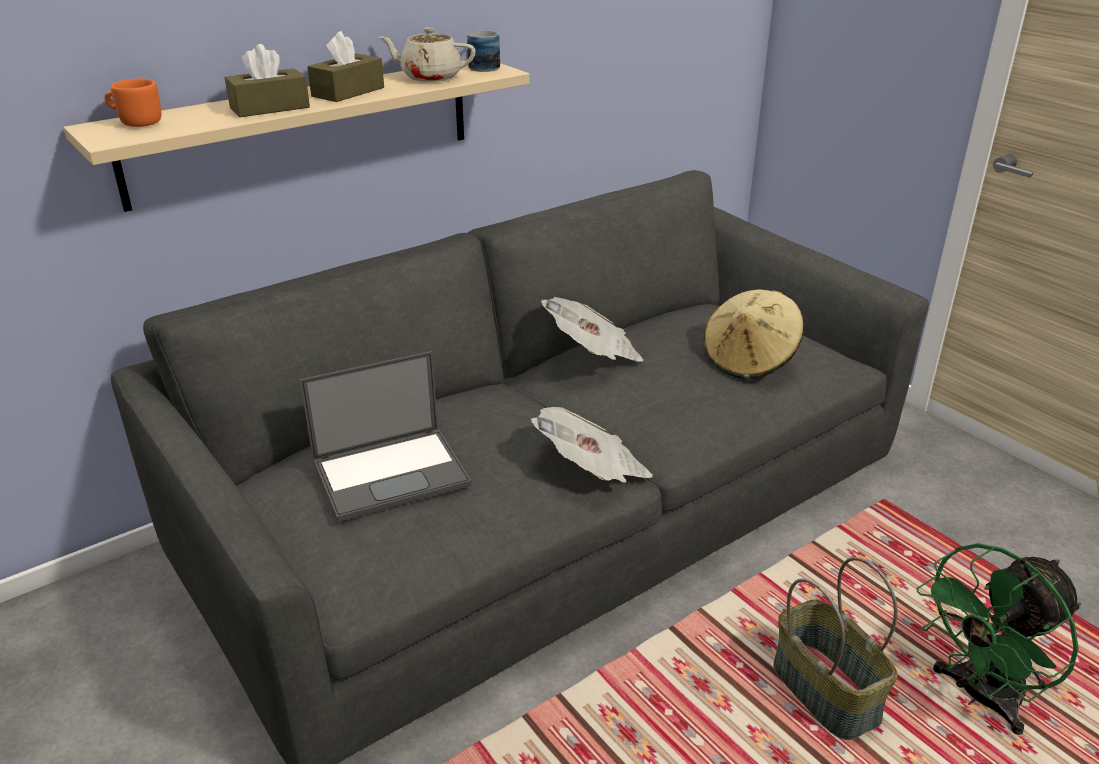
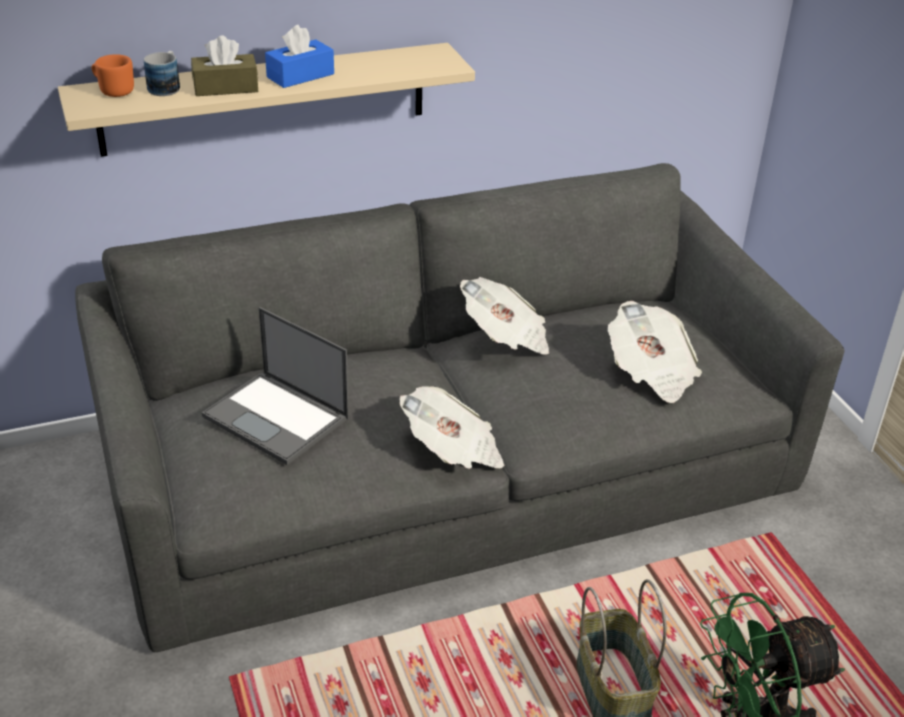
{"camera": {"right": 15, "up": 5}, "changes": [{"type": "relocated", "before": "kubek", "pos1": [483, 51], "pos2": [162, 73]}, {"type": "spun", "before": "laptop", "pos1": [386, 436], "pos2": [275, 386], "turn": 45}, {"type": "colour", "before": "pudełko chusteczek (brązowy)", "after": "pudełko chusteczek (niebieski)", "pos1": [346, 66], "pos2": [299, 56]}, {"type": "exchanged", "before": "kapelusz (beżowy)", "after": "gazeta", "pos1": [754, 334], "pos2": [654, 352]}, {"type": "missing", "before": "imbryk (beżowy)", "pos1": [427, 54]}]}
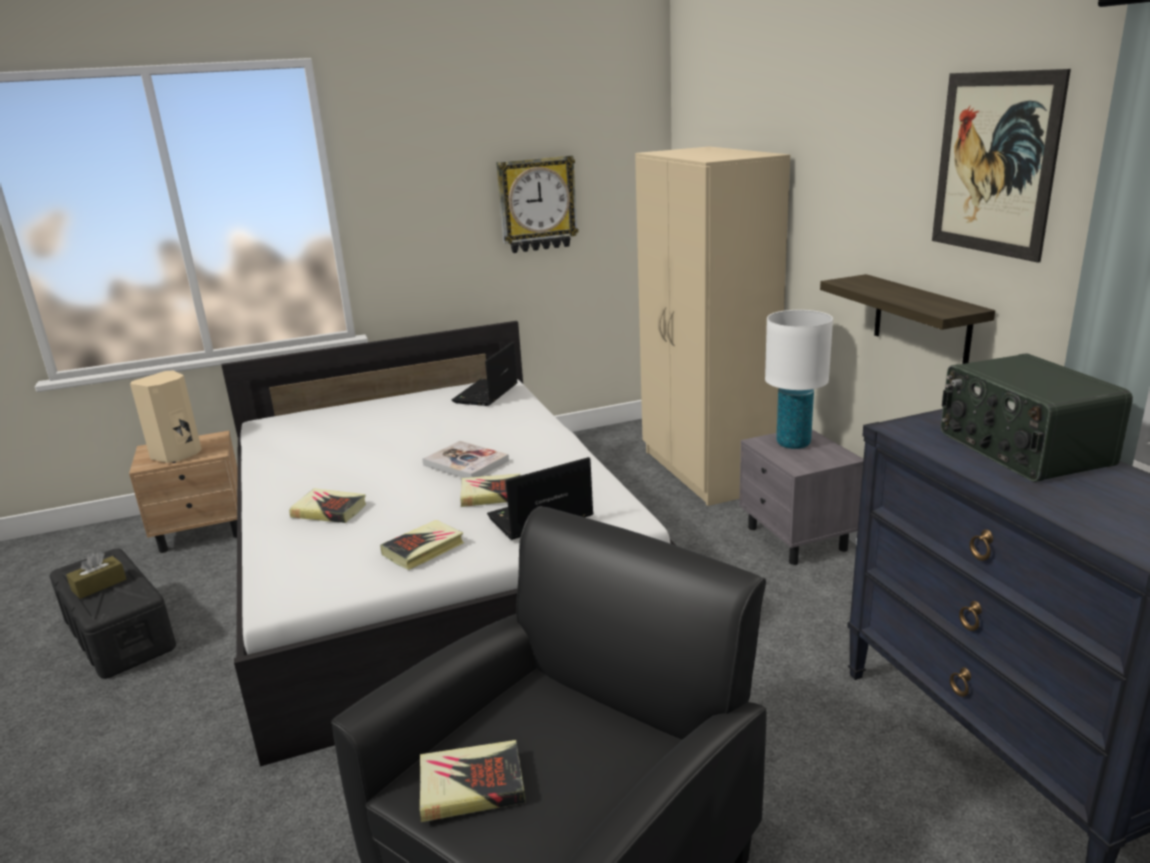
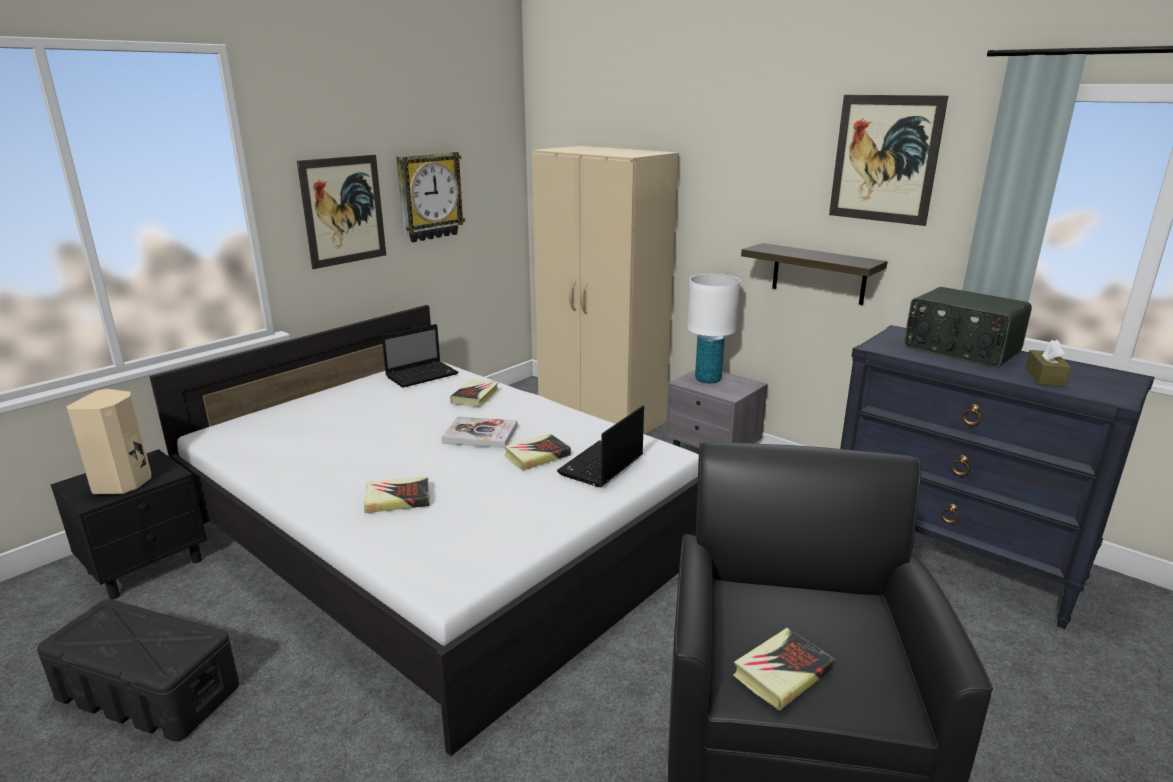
{"camera": {"right": -30, "up": 0}, "changes": [{"type": "colour", "before": "szafka nocna (beżowy)", "after": "szafka nocna (czarny)", "pos1": [183, 492], "pos2": [128, 524]}, {"type": "appeared", "after": "obraz", "pos2": [341, 212]}, {"type": "spun", "before": "laptop", "pos1": [484, 374], "pos2": [420, 356], "turn": -120}, {"type": "relocated", "before": "książka", "pos1": [422, 545], "pos2": [474, 393]}, {"type": "relocated", "before": "pudełko chusteczek (brązowy)", "pos1": [96, 575], "pos2": [1048, 362]}]}
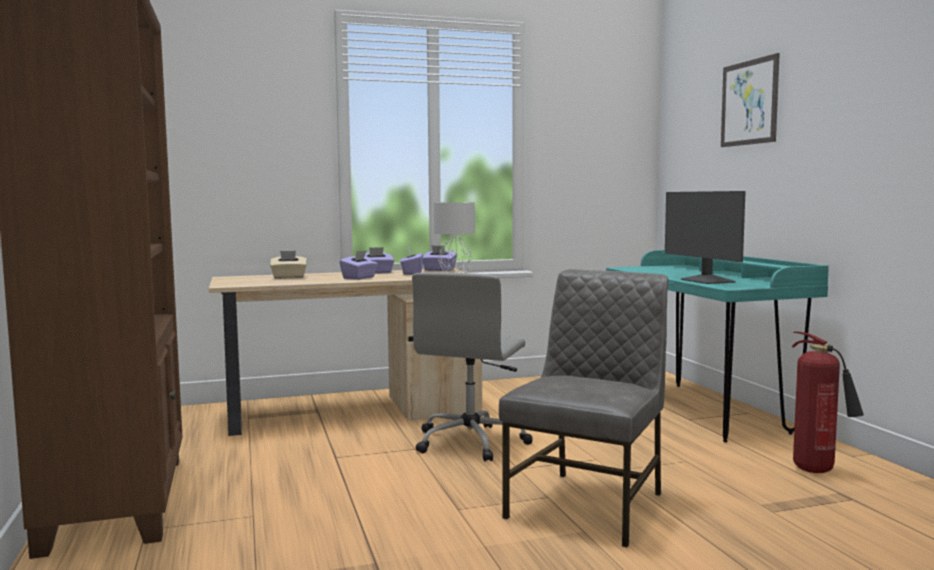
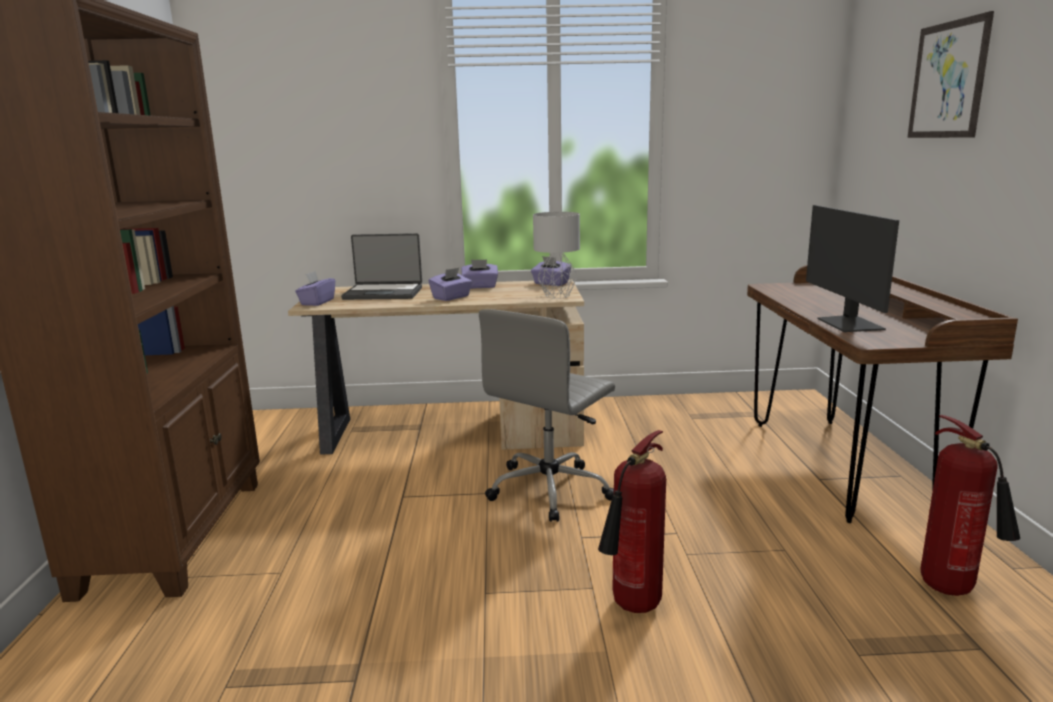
{"camera": {"right": 15, "up": 10}, "changes": [{"type": "relocated", "before": "pudełko chusteczek (fioletowy)", "pos1": [411, 261], "pos2": [315, 288]}, {"type": "exchanged", "before": "pudełko chusteczek (beżowy)", "after": "laptop", "pos1": [288, 265], "pos2": [381, 266]}, {"type": "exchanged", "before": "krzesło (szary)", "after": "gaśnica", "pos1": [583, 408], "pos2": [632, 521]}, {"type": "colour", "before": "biurko (turkusowy)", "after": "biurko (brązowy)", "pos1": [717, 346], "pos2": [882, 394]}]}
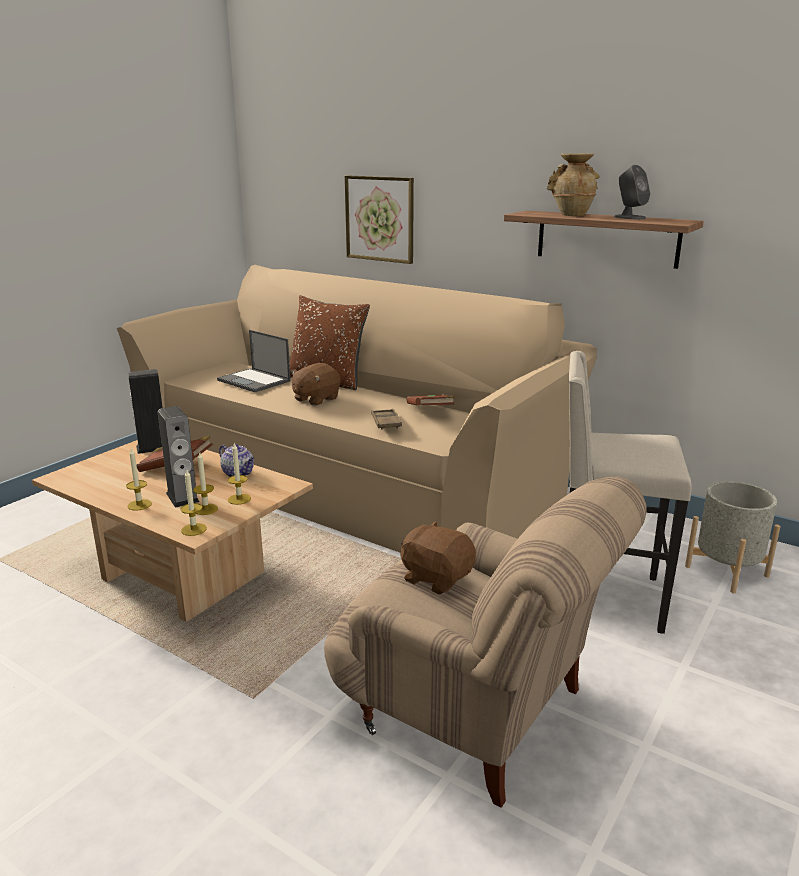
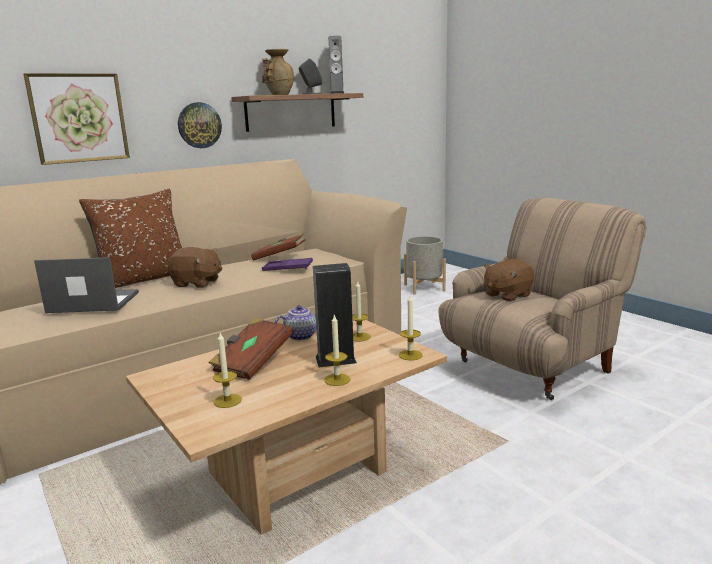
{"camera": {"right": -70, "up": -5}, "changes": [{"type": "spun", "before": "laptop", "pos1": [254, 361], "pos2": [86, 285], "turn": -150}, {"type": "spun", "before": "pluszak (brązowy)", "pos1": [315, 384], "pos2": [195, 267], "turn": -45}, {"type": "appeared", "after": "zegar ścienny", "pos2": [200, 125]}, {"type": "relocated", "before": "świeca", "pos1": [205, 483], "pos2": [227, 370]}, {"type": "colour", "before": "taca (brązowy)", "after": "taca (fioletowy)", "pos1": [386, 419], "pos2": [287, 264]}, {"type": "relocated", "before": "głośnik", "pos1": [145, 411], "pos2": [336, 64]}, {"type": "missing", "before": "stołek (beżowy)", "pos1": [630, 492]}]}
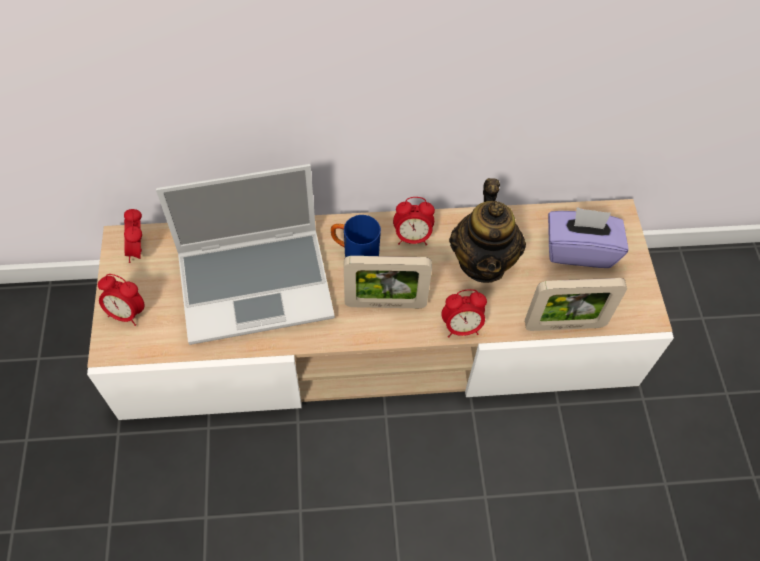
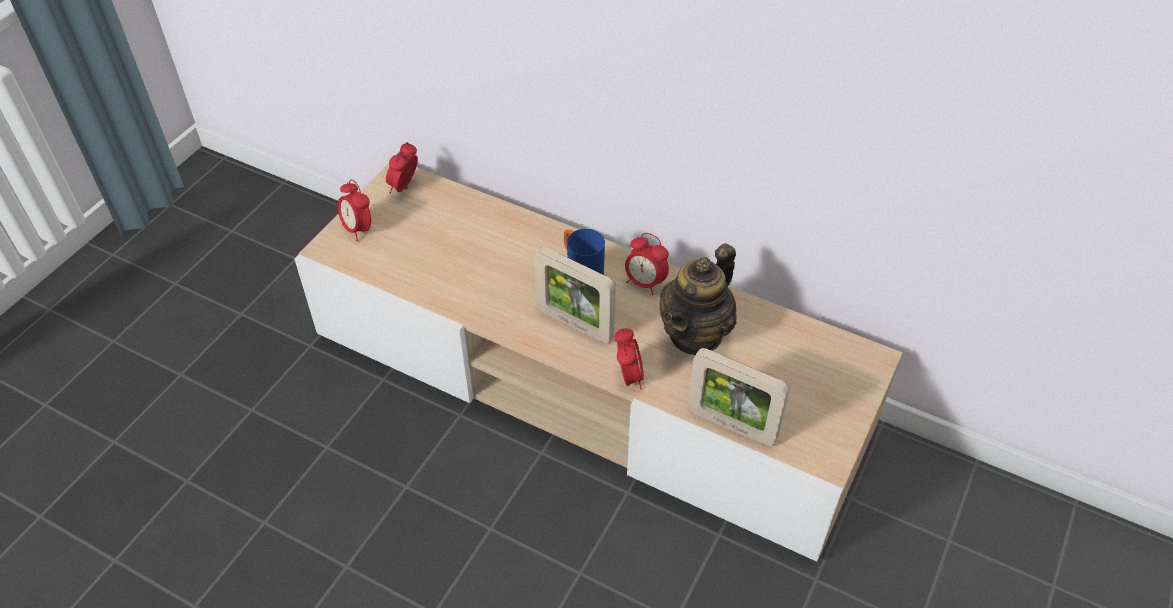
{"camera": {"right": 35, "up": -10}, "changes": [{"type": "spun", "before": "budzik", "pos1": [464, 313], "pos2": [629, 358], "turn": -120}, {"type": "missing", "before": "laptop", "pos1": [245, 254]}, {"type": "missing", "before": "pudełko chusteczek (fioletowy)", "pos1": [588, 237]}]}
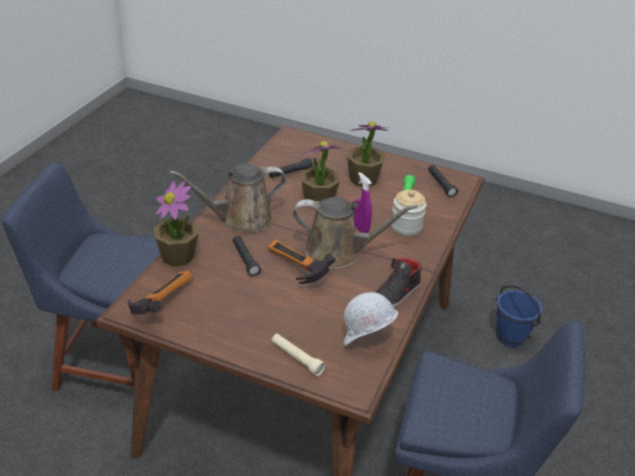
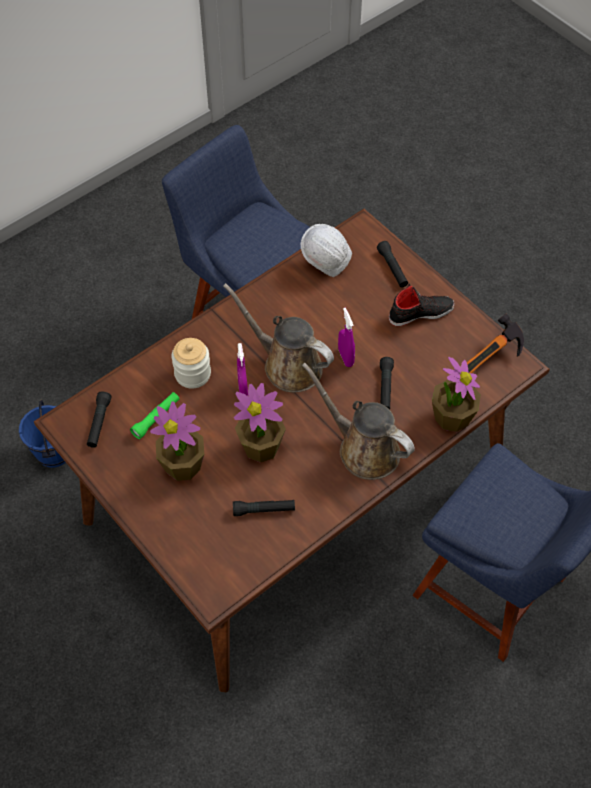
{"camera": {"right": -150, "up": 20}, "changes": [{"type": "spun", "before": "konewka (brązowy)", "pos1": [228, 198], "pos2": [358, 421], "turn": -150}, {"type": "exchanged", "before": "młotek", "after": "spryskiwacz (fioletowy)", "pos1": [302, 261], "pos2": [346, 337]}, {"type": "colour", "before": "latarka (beżowy)", "after": "latarka (czarny)", "pos1": [298, 354], "pos2": [392, 264]}, {"type": "relocated", "before": "but (czarny)", "pos1": [398, 283], "pos2": [421, 305]}]}
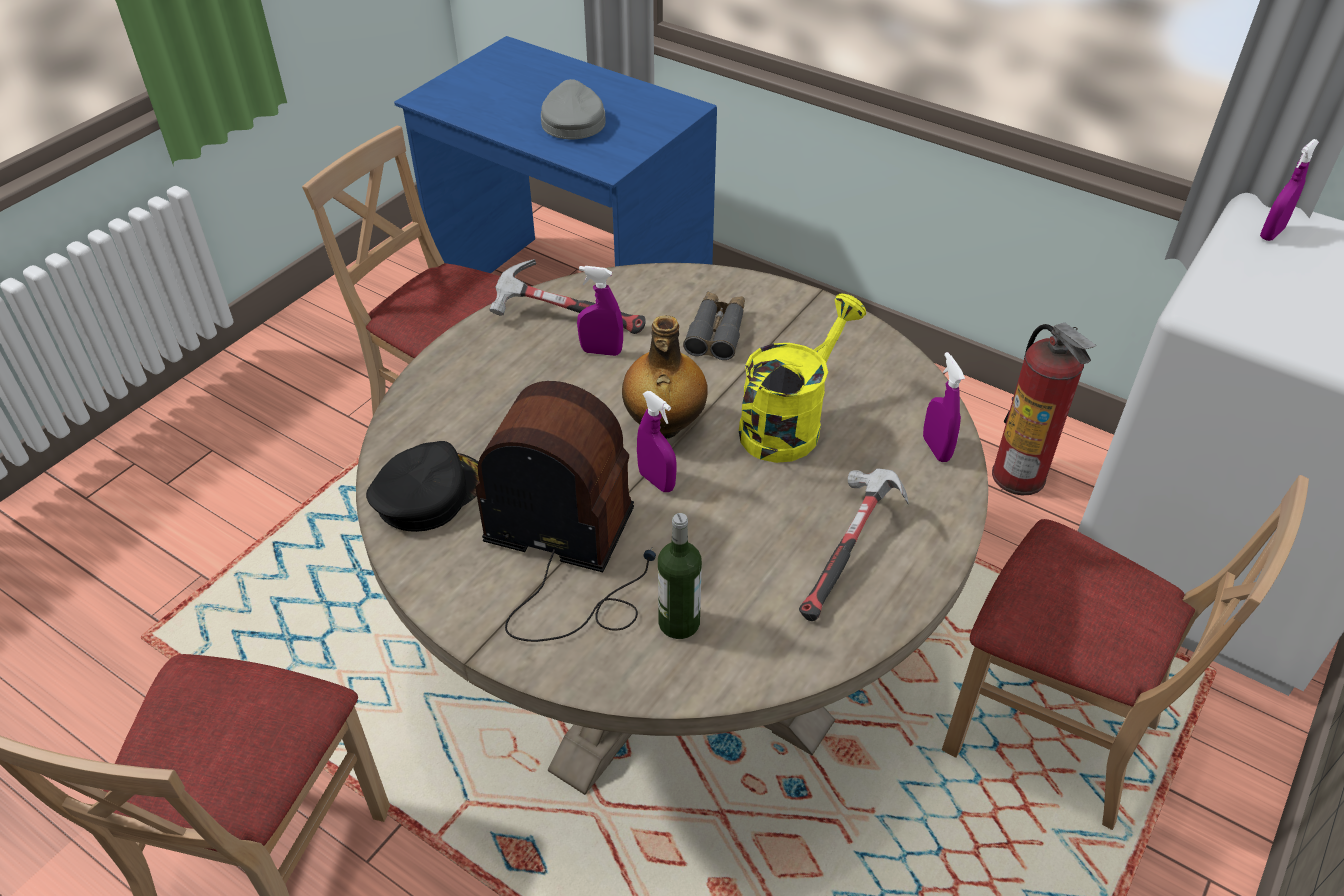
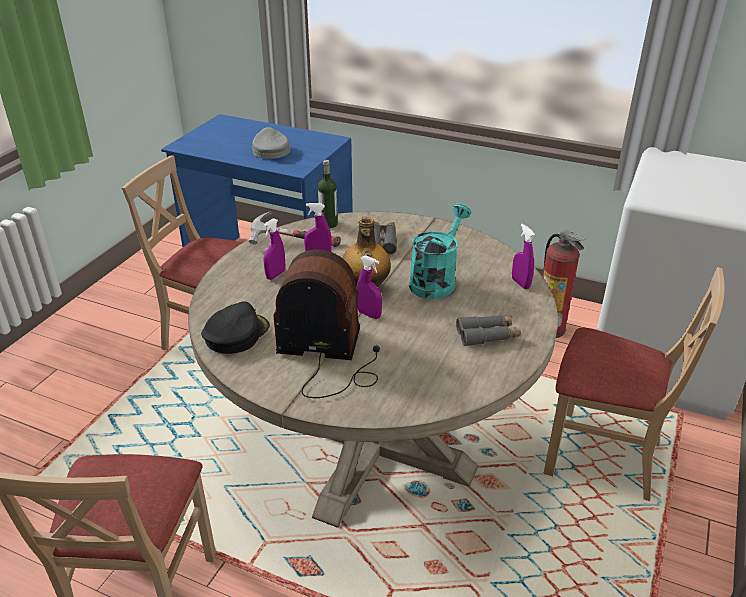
{"camera": {"right": -10, "up": -10}, "changes": [{"type": "relocated", "before": "spryskiwacz (fioletowy)", "pos1": [1289, 190], "pos2": [274, 249]}, {"type": "relocated", "before": "butelka", "pos1": [680, 576], "pos2": [328, 194]}, {"type": "colour", "before": "konewka (żółty)", "after": "konewka (turkusowy)", "pos1": [802, 378], "pos2": [440, 251]}, {"type": "exchanged", "before": "młotek", "after": "lornetka (szary)", "pos1": [854, 544], "pos2": [488, 331]}]}
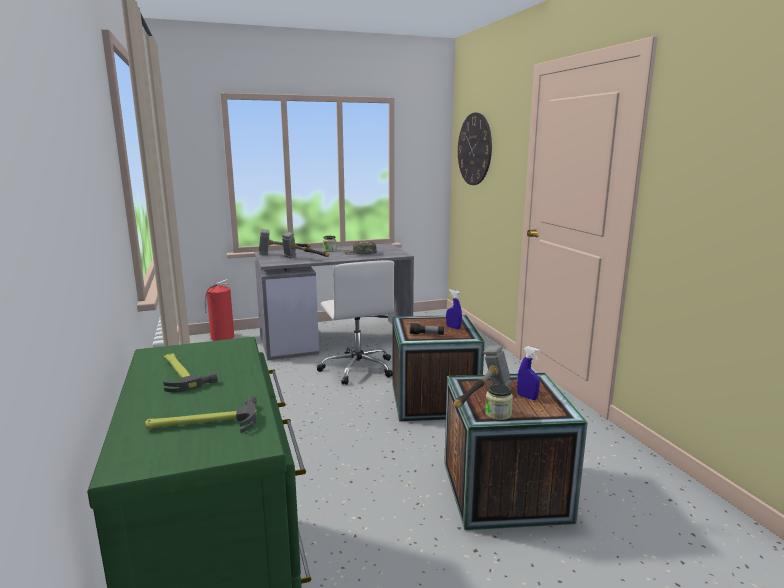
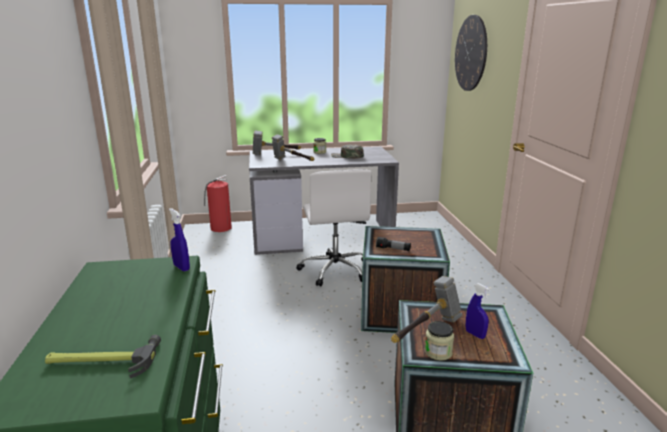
{"camera": {"right": 10, "up": 5}, "changes": [{"type": "relocated", "before": "spryskiwacz (niebieski)", "pos1": [454, 309], "pos2": [179, 239]}, {"type": "missing", "before": "młotek", "pos1": [190, 372]}]}
